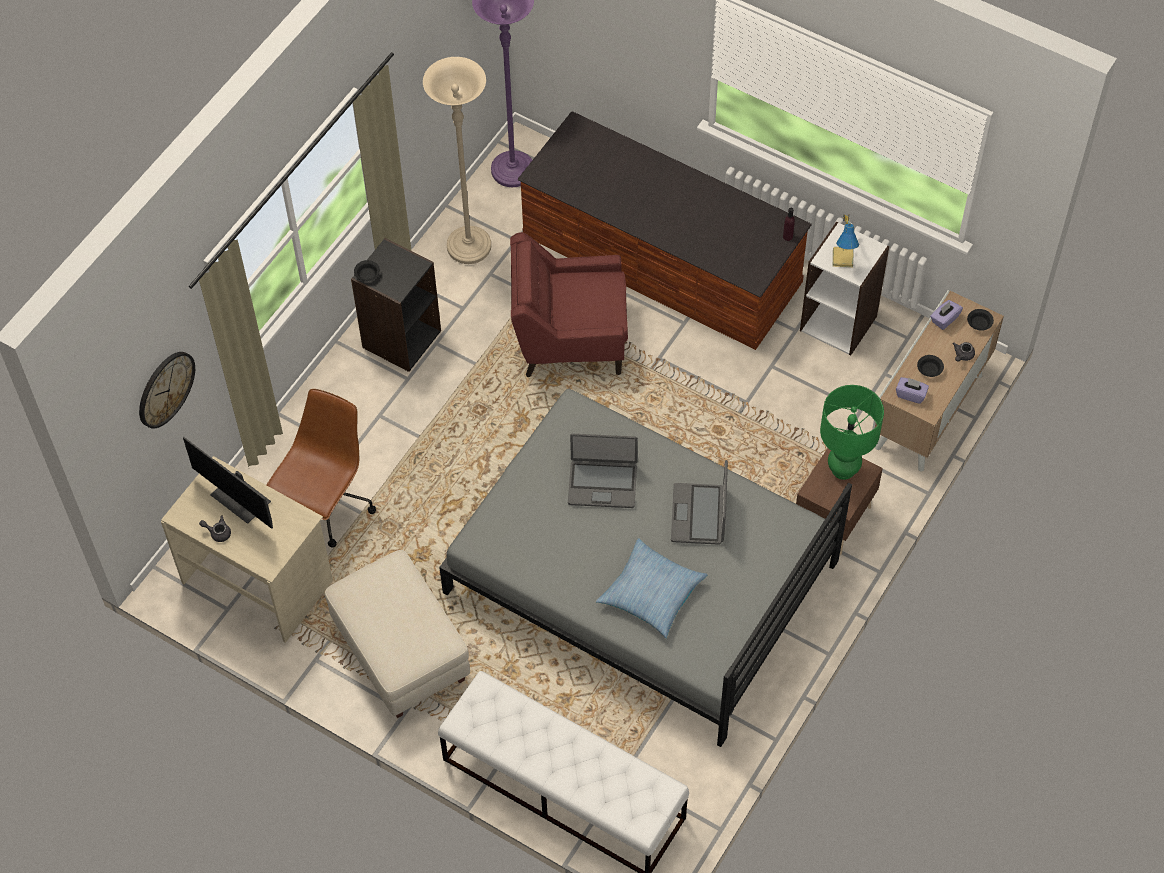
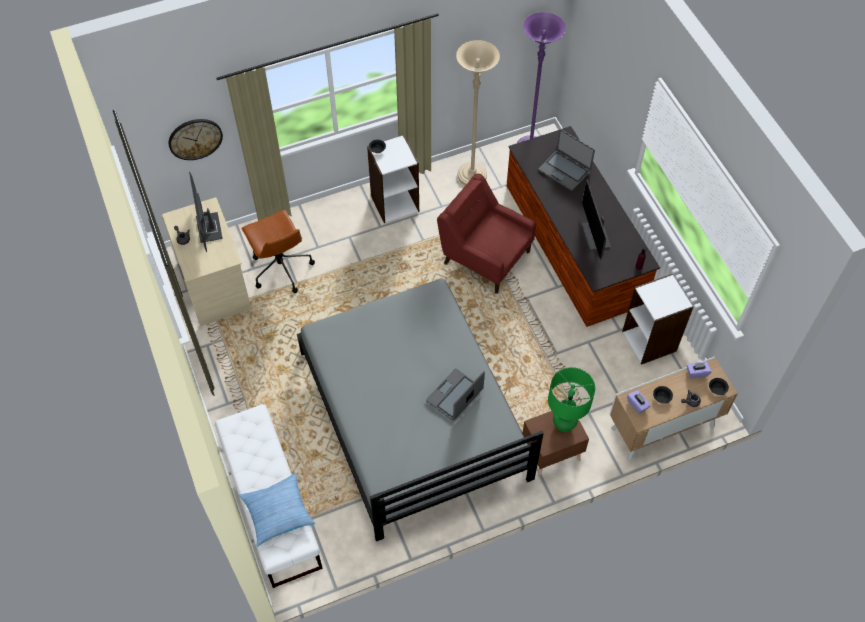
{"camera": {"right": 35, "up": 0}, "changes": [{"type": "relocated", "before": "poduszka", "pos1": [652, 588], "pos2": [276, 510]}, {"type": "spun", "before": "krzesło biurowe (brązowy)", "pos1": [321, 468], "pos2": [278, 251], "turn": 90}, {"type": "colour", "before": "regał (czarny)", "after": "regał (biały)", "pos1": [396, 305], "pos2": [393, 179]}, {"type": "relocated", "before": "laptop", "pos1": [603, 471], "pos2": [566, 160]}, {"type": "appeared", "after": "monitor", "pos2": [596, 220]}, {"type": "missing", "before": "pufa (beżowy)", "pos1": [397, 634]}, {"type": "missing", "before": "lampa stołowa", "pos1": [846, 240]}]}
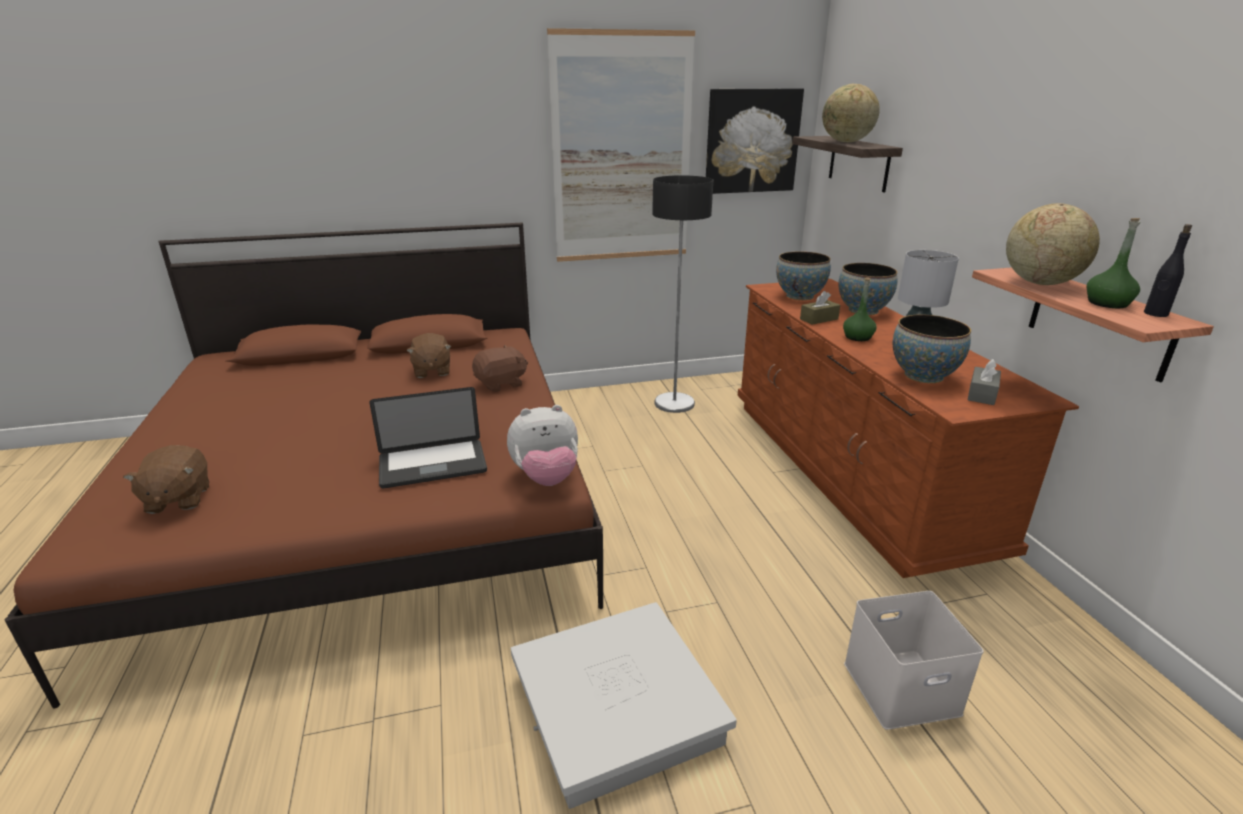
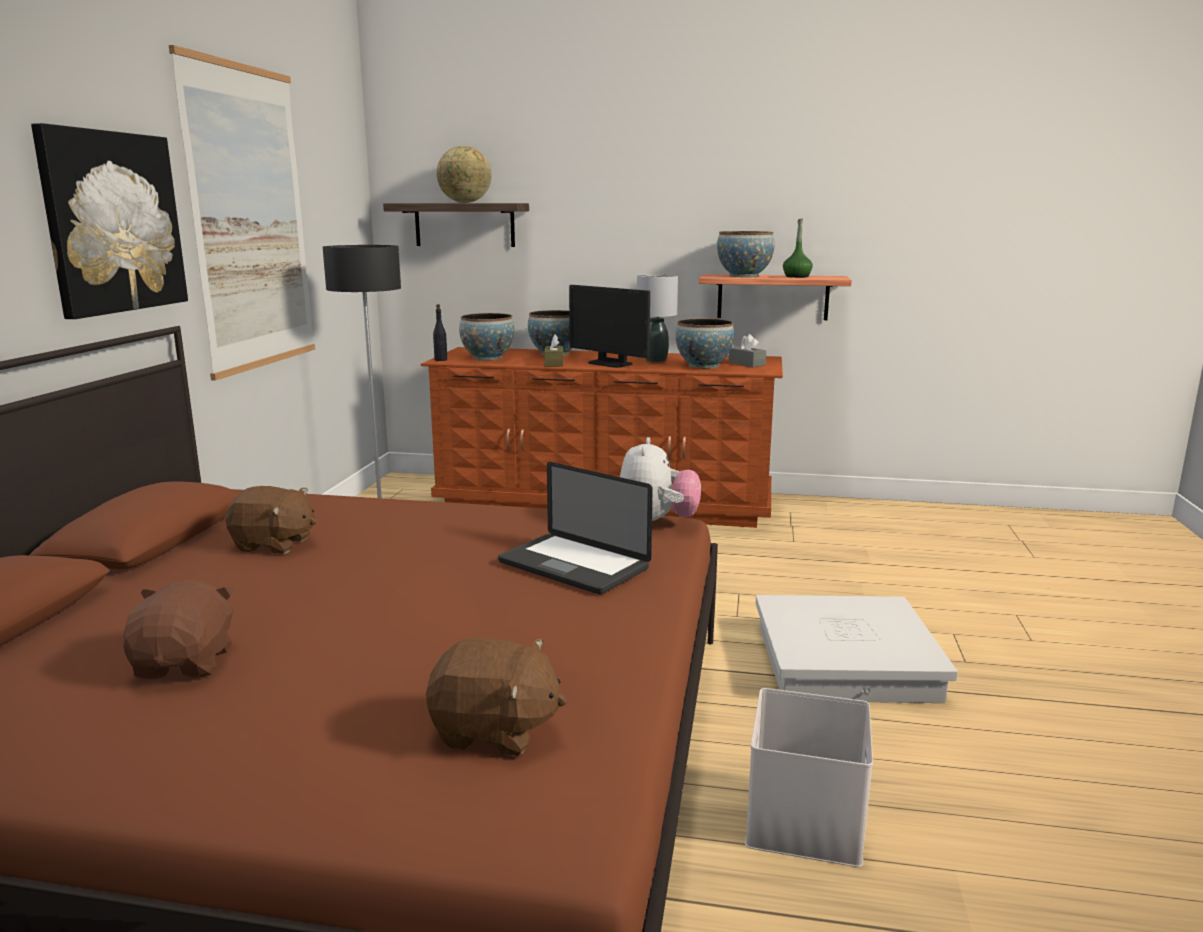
{"camera": {"right": -65, "up": -10}, "changes": [{"type": "relocated", "before": "obraz", "pos1": [755, 141], "pos2": [109, 221]}, {"type": "relocated", "before": "pluszak (brązowy)", "pos1": [500, 368], "pos2": [179, 629]}, {"type": "relocated", "before": "butelka (czarny)", "pos1": [1168, 270], "pos2": [440, 332]}, {"type": "spun", "before": "laptop", "pos1": [428, 437], "pos2": [575, 528], "turn": 120}, {"type": "exchanged", "before": "butelka (zielony)", "after": "monitor", "pos1": [859, 309], "pos2": [609, 326]}, {"type": "exchanged", "before": "globus", "after": "miska", "pos1": [1053, 244], "pos2": [746, 254]}, {"type": "relocated", "before": "pojemnik do przechowywania (biały)", "pos1": [914, 660], "pos2": [809, 777]}]}
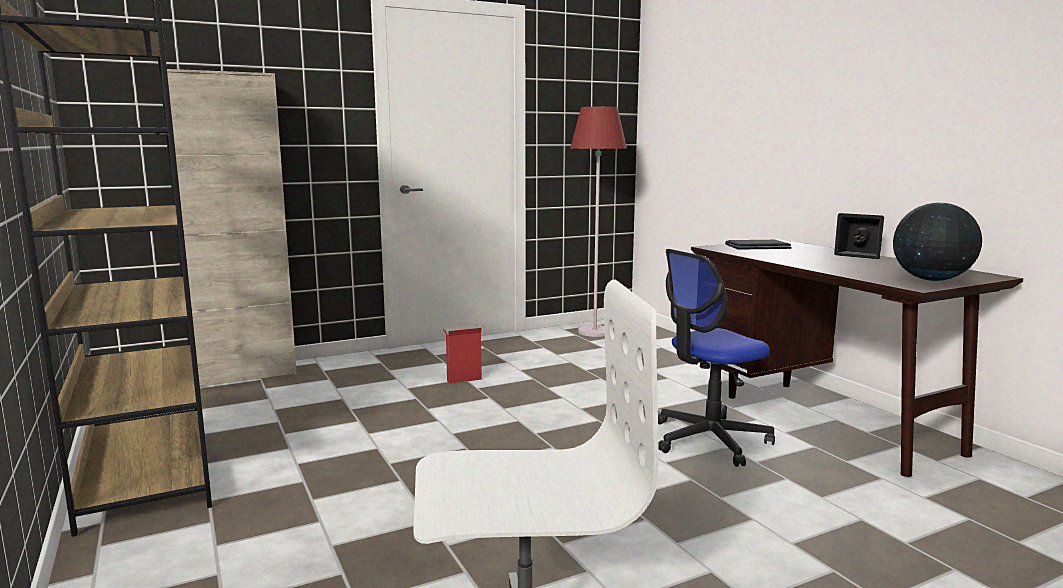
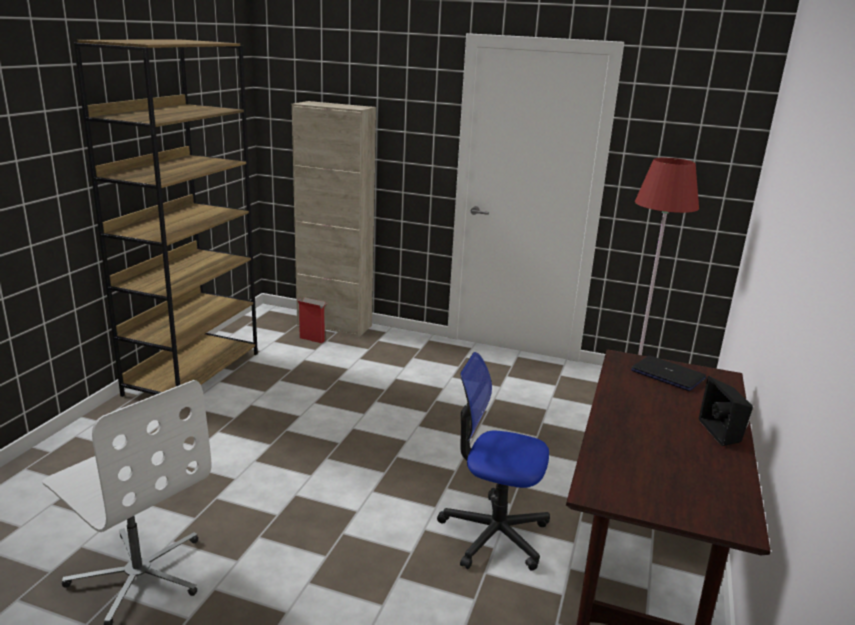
{"camera": {"right": 45, "up": 10}, "changes": [{"type": "relocated", "before": "karton", "pos1": [464, 354], "pos2": [312, 320]}, {"type": "missing", "before": "globus", "pos1": [937, 242]}]}
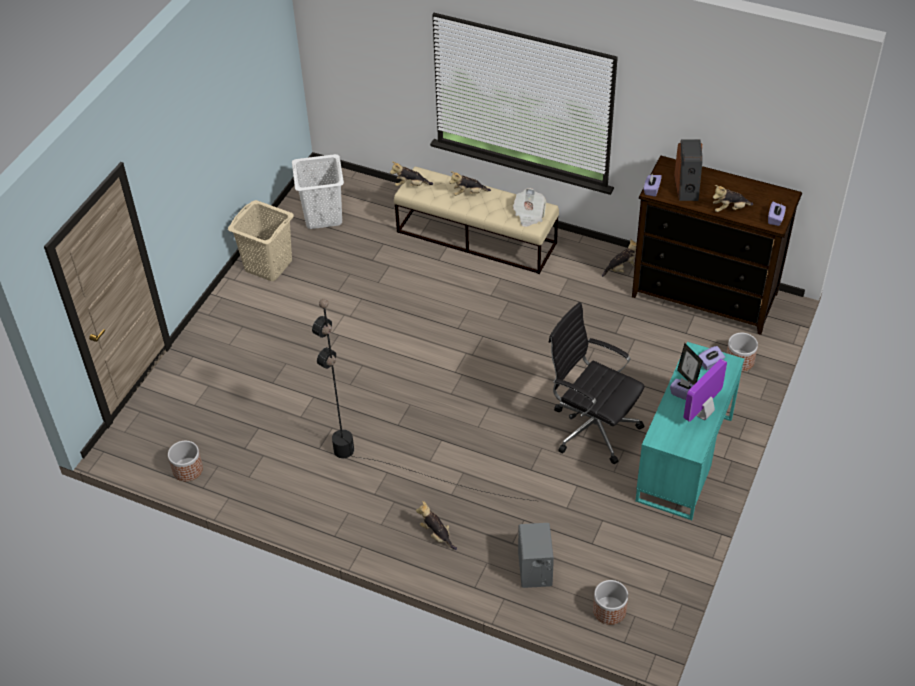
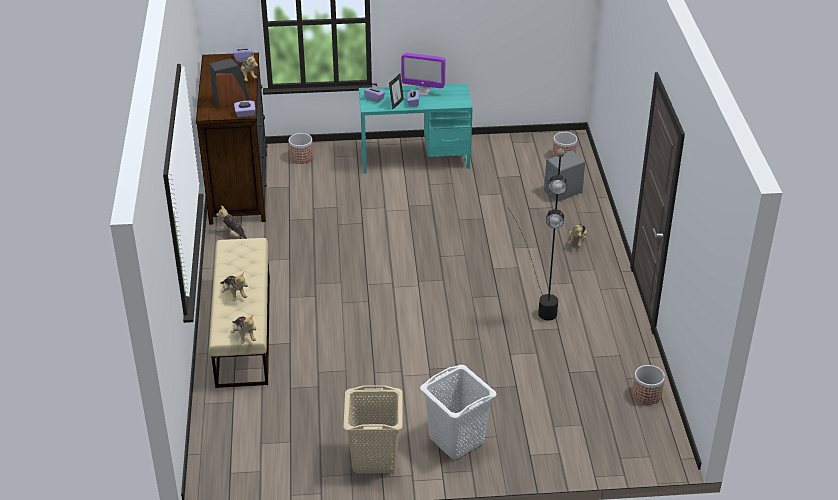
{"camera": {"right": -120, "up": -10}, "changes": [{"type": "relocated", "before": "kosz na pranie (biały)", "pos1": [318, 191], "pos2": [458, 412]}, {"type": "missing", "before": "gazeta", "pos1": [529, 207]}, {"type": "missing", "before": "krzesło biurowe (czarny)", "pos1": [597, 383]}]}
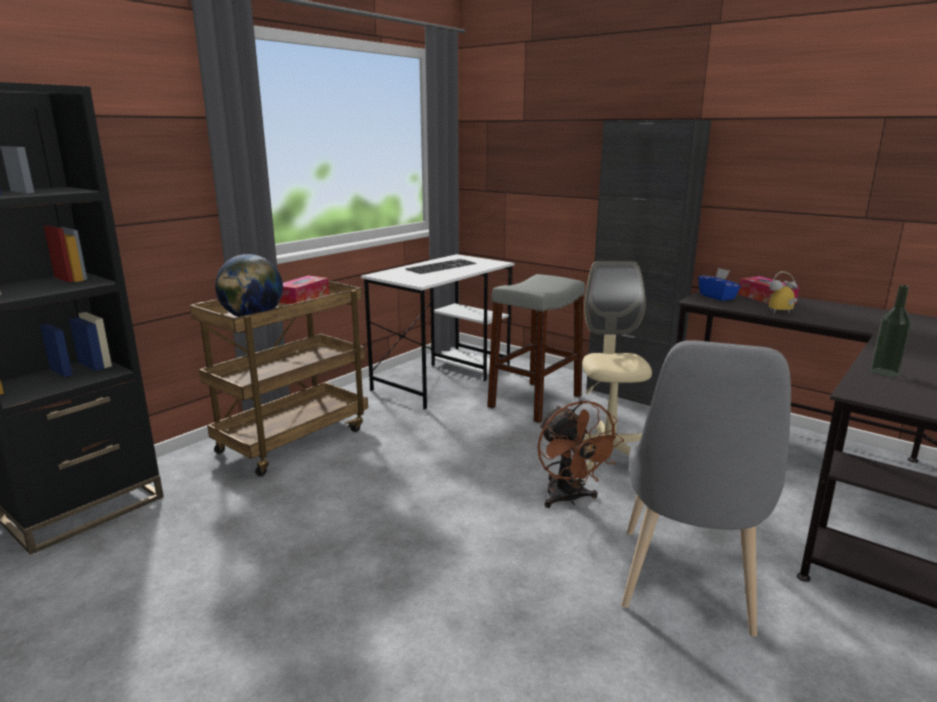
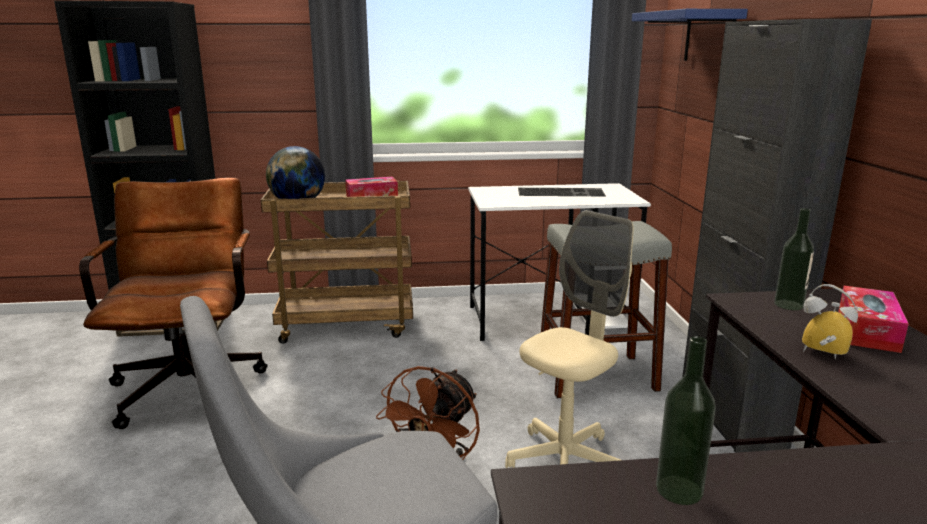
{"camera": {"right": 45, "up": 0}, "changes": [{"type": "appeared", "after": "krzesło biurowe (brązowy)", "pos2": [173, 303]}, {"type": "appeared", "after": "półka (niebieski)", "pos2": [690, 35]}, {"type": "exchanged", "before": "pudełko chusteczek (niebieski)", "after": "butelka", "pos1": [719, 284], "pos2": [794, 259]}]}
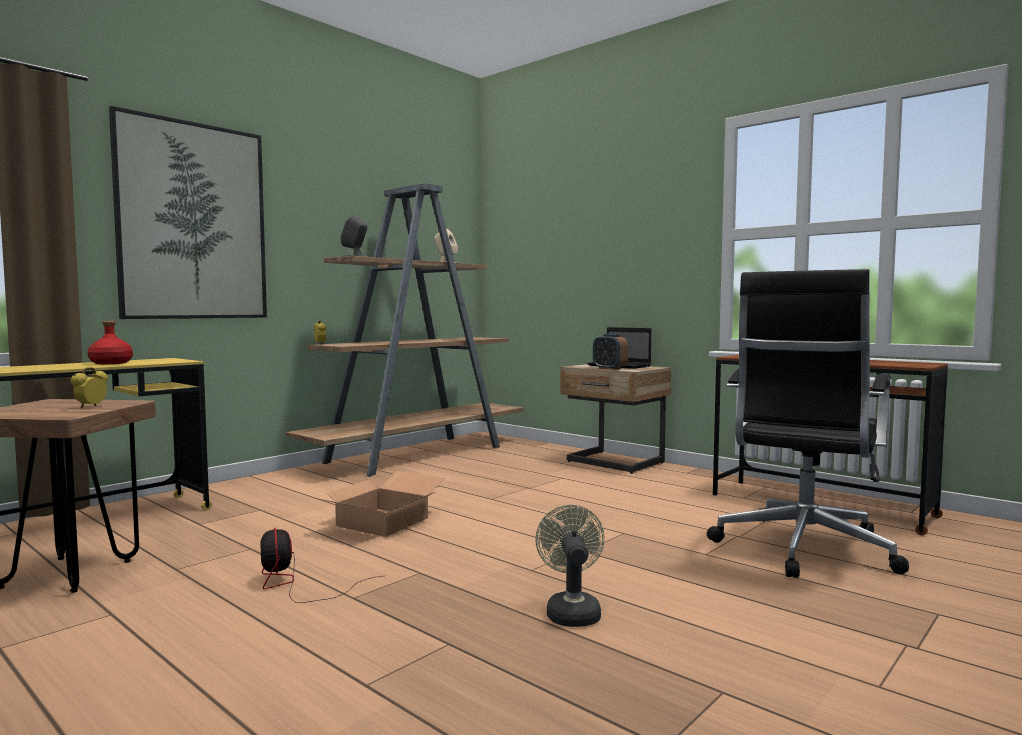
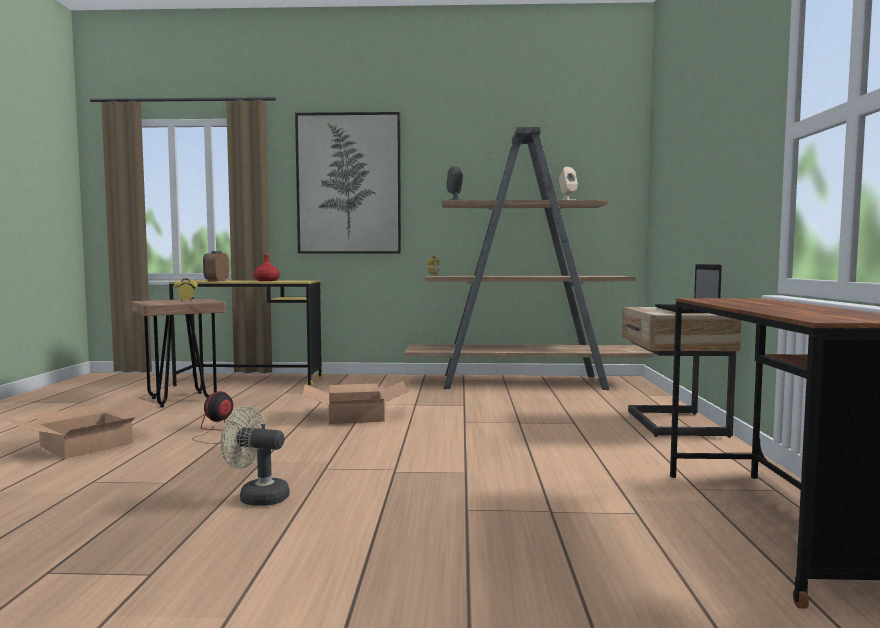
{"camera": {"right": 50, "up": 0}, "changes": [{"type": "appeared", "after": "karton", "pos2": [81, 428]}, {"type": "relocated", "before": "budzik", "pos1": [610, 352], "pos2": [216, 266]}, {"type": "spun", "before": "wentylator (beżowy)", "pos1": [570, 565], "pos2": [255, 456], "turn": -120}, {"type": "missing", "before": "krzesło biurowe (czarny)", "pos1": [808, 423]}]}
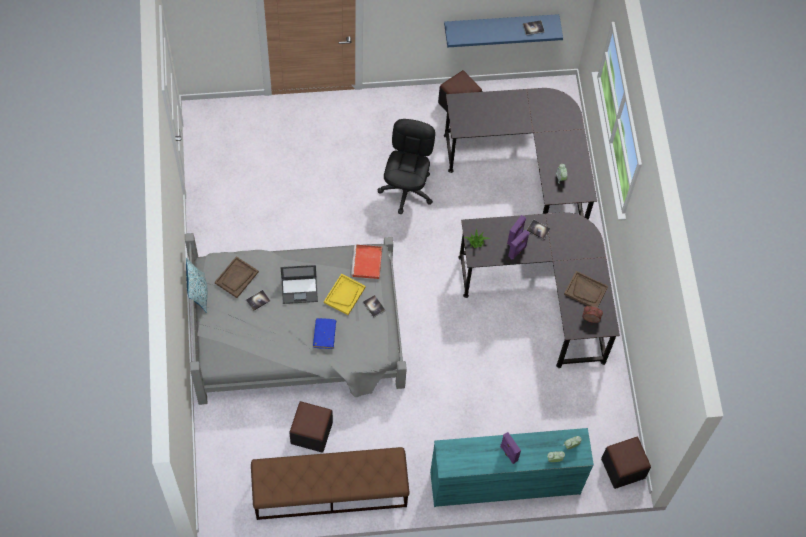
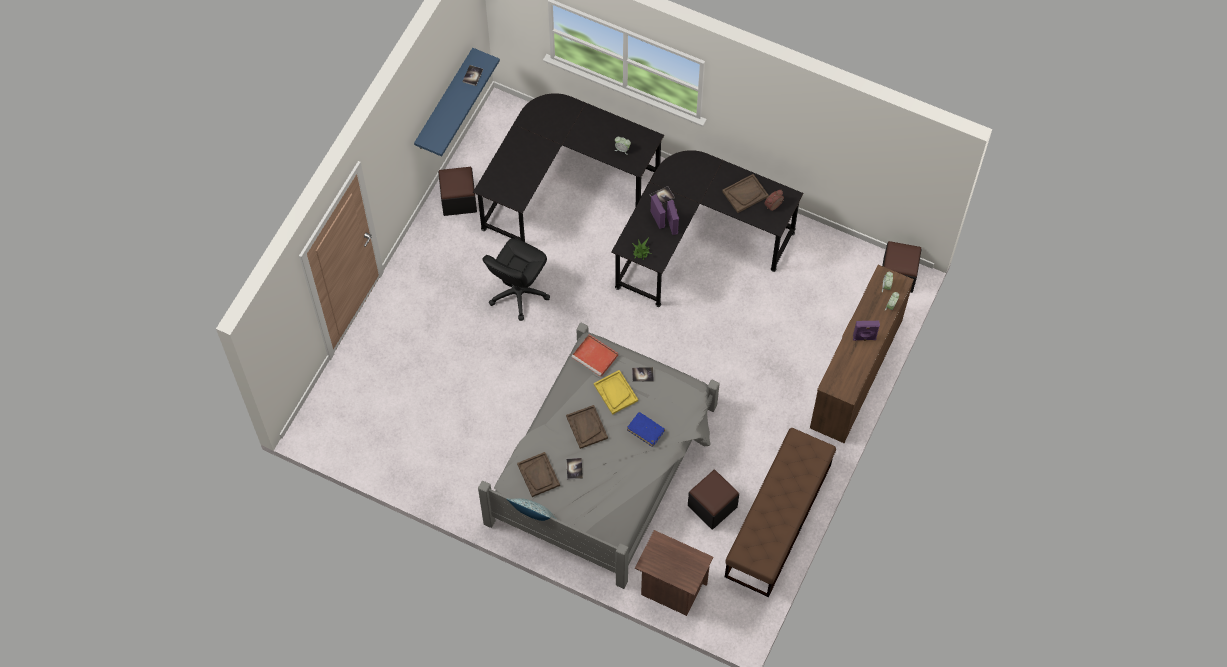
{"camera": {"right": -55, "up": 0}, "changes": [{"type": "spun", "before": "krzesło biurowe (czarny)", "pos1": [407, 166], "pos2": [516, 279], "turn": -105}, {"type": "exchanged", "before": "laptop", "after": "taca (brązowy)", "pos1": [299, 284], "pos2": [587, 427]}, {"type": "appeared", "after": "szafka nocna (brązowy)", "pos2": [674, 573]}, {"type": "colour", "before": "komoda (turkusowy)", "after": "komoda (brązowy)", "pos1": [512, 467], "pos2": [862, 354]}]}
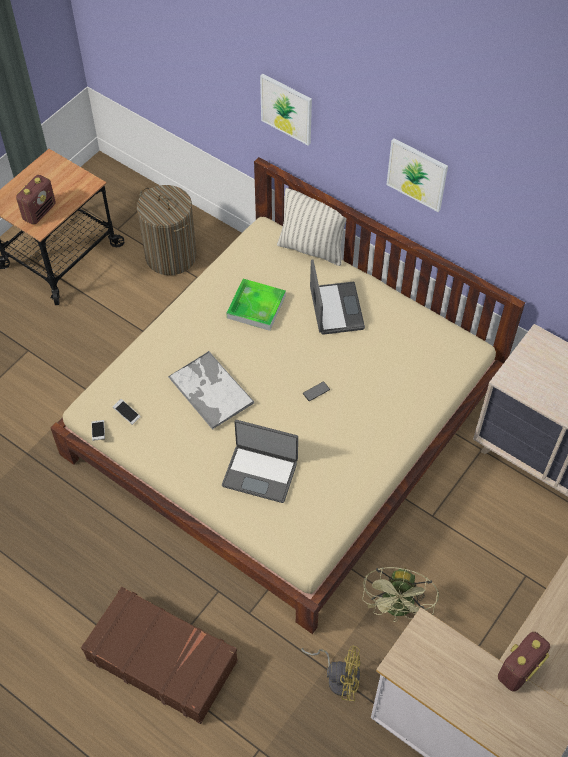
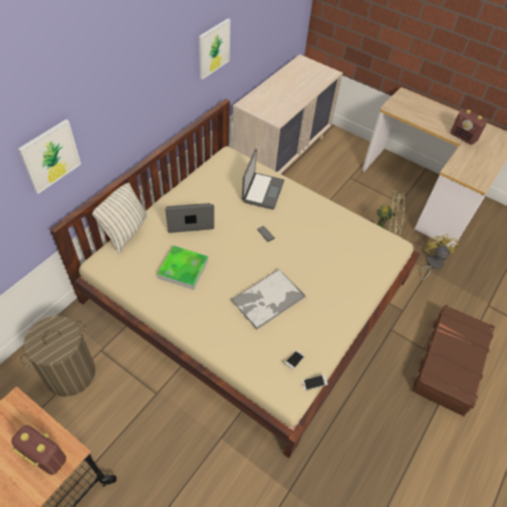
{"camera": {"right": -95, "up": -5}, "changes": [{"type": "relocated", "before": "obraz", "pos1": [417, 175], "pos2": [214, 49]}, {"type": "relocated", "before": "laptop", "pos1": [260, 461], "pos2": [263, 179]}]}
